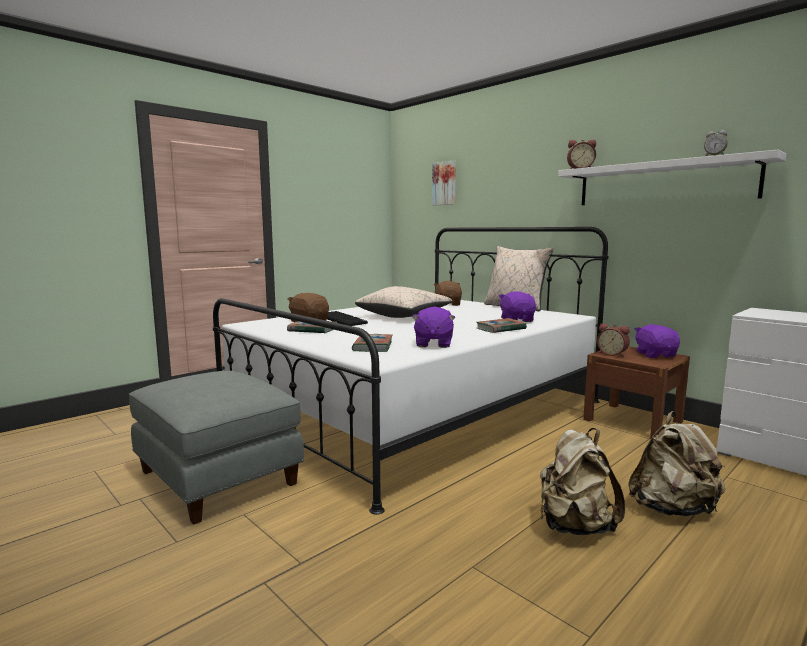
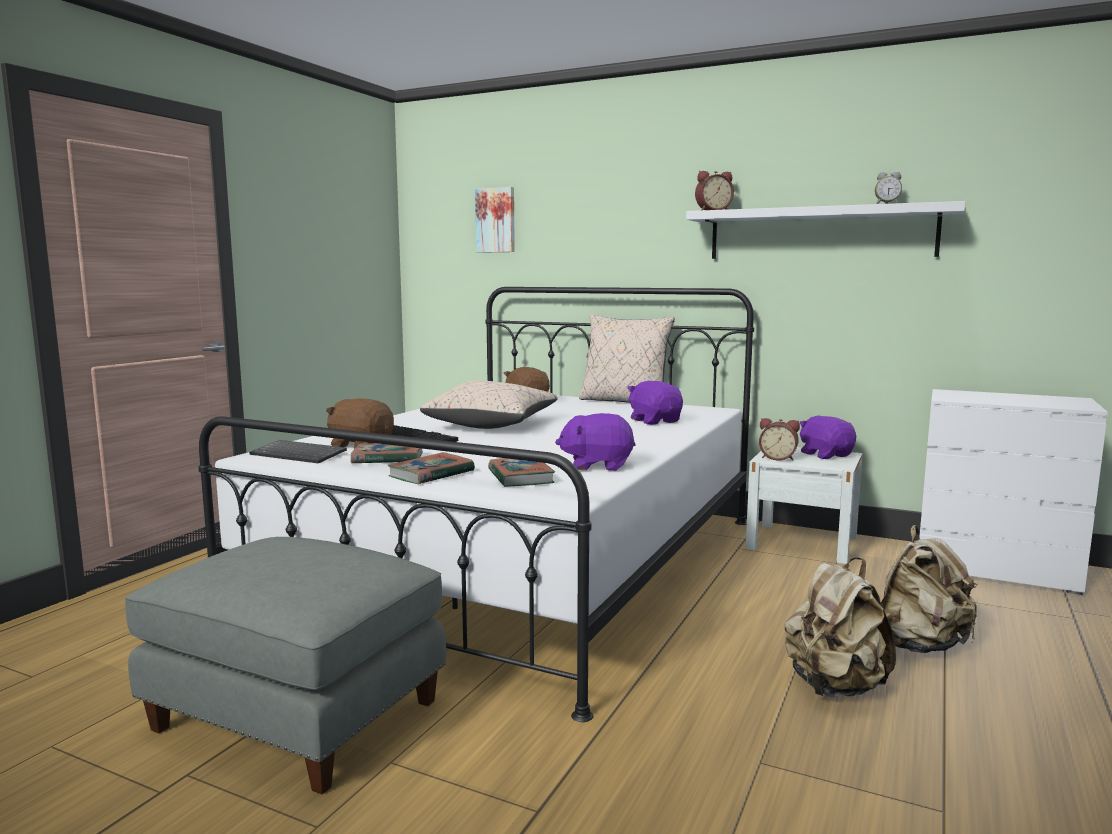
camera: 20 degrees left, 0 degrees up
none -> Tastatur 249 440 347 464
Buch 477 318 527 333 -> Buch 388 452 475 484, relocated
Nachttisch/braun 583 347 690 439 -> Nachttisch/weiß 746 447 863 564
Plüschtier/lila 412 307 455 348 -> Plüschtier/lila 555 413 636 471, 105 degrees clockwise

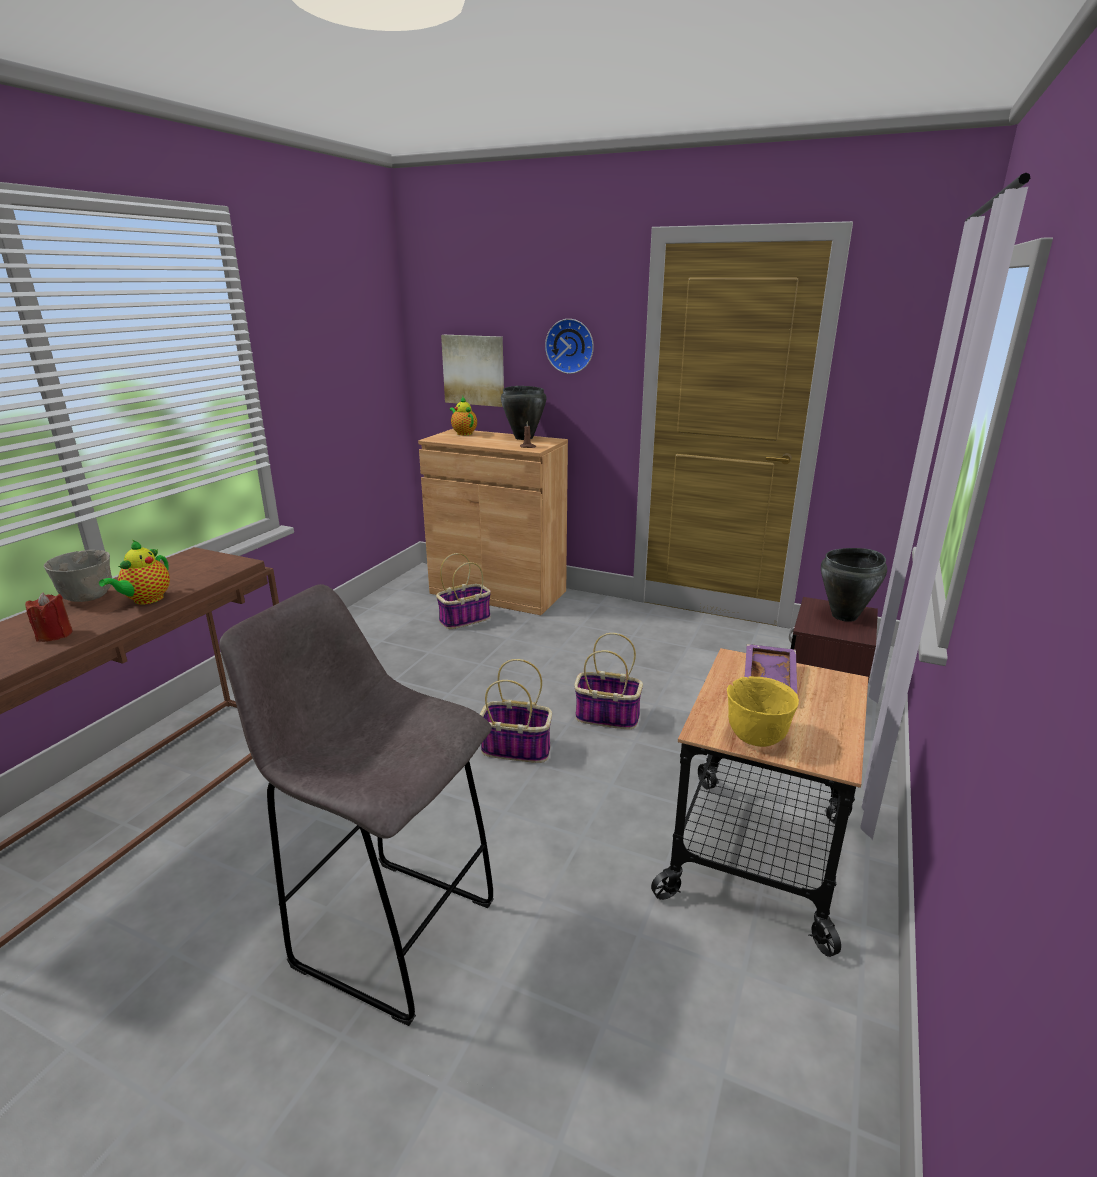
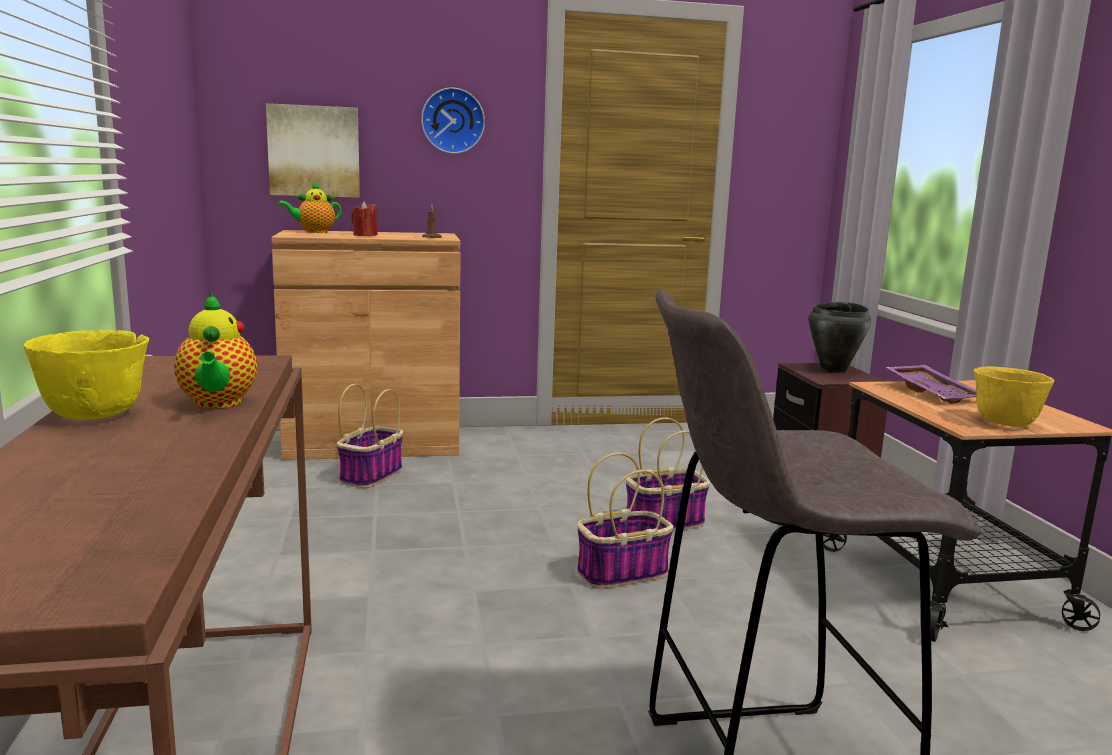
camera: 35 degrees left, 10 degrees down
Kochtopf/schwarz 501 386 546 440 -> none
Kerze/rot 25 592 73 642 -> Kerze/rot 351 202 377 236, relocated
Schüssel/grau 44 550 112 602 -> Schüssel/gelb 23 330 149 420
Teekanne 450 396 477 435 -> Teekanne 278 181 342 233, 45 degrees counterclockwise

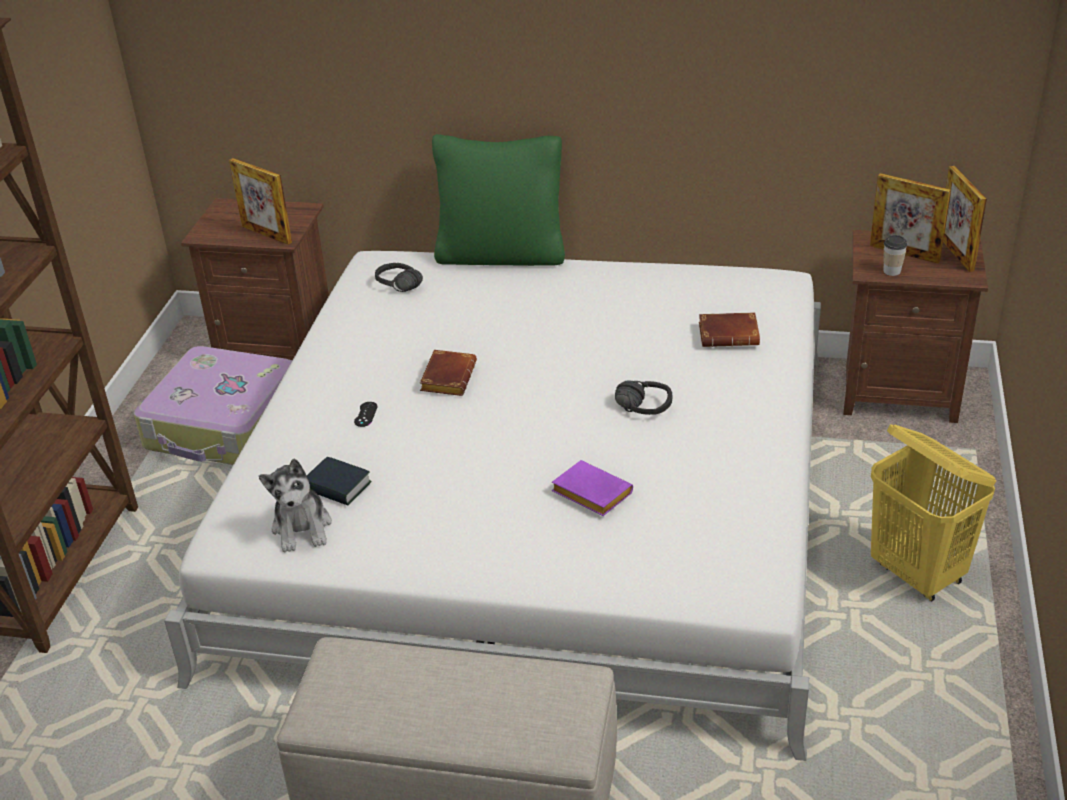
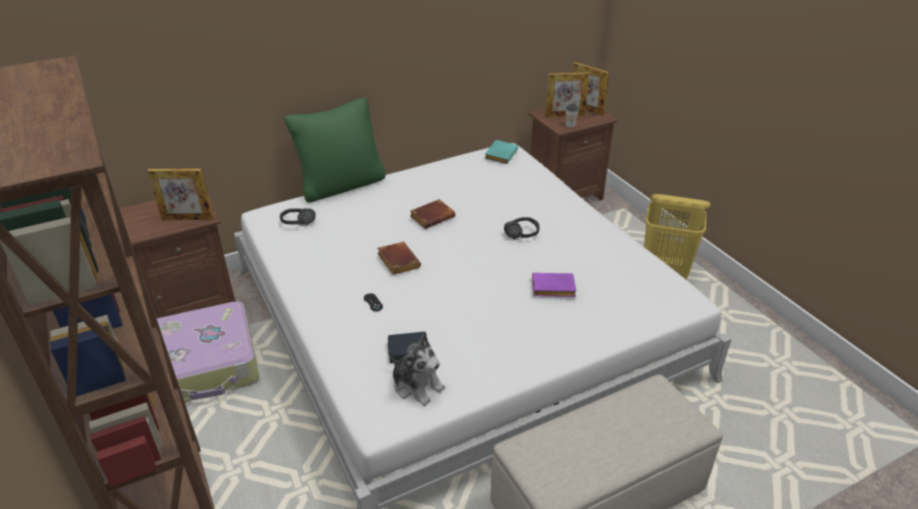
camera: 40 degrees left, 0 degrees up
none -> Buch/türkis 484 140 518 164
Buch/braun 699 312 760 347 -> Buch/braun 410 199 455 229, relocated

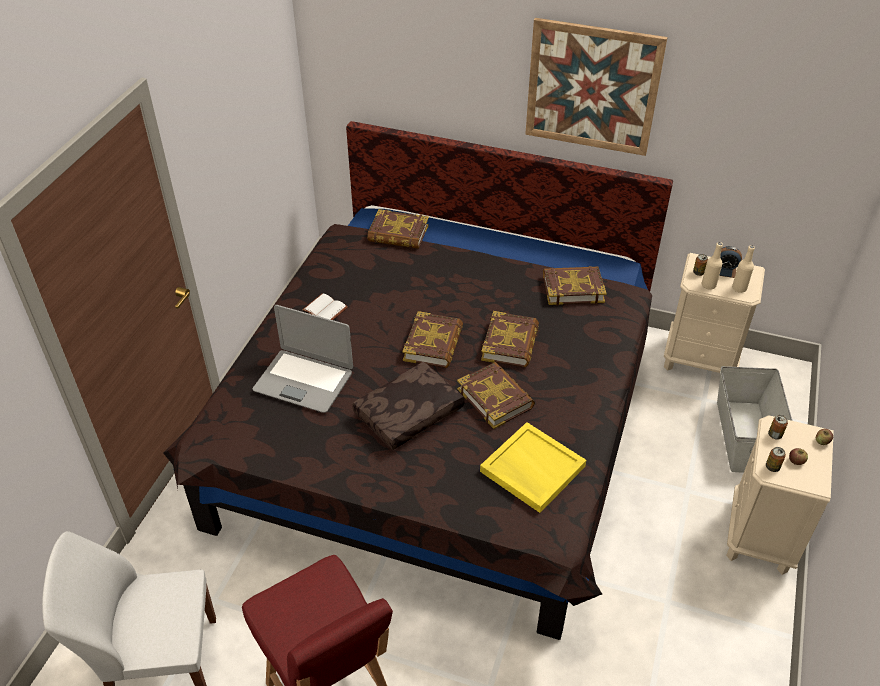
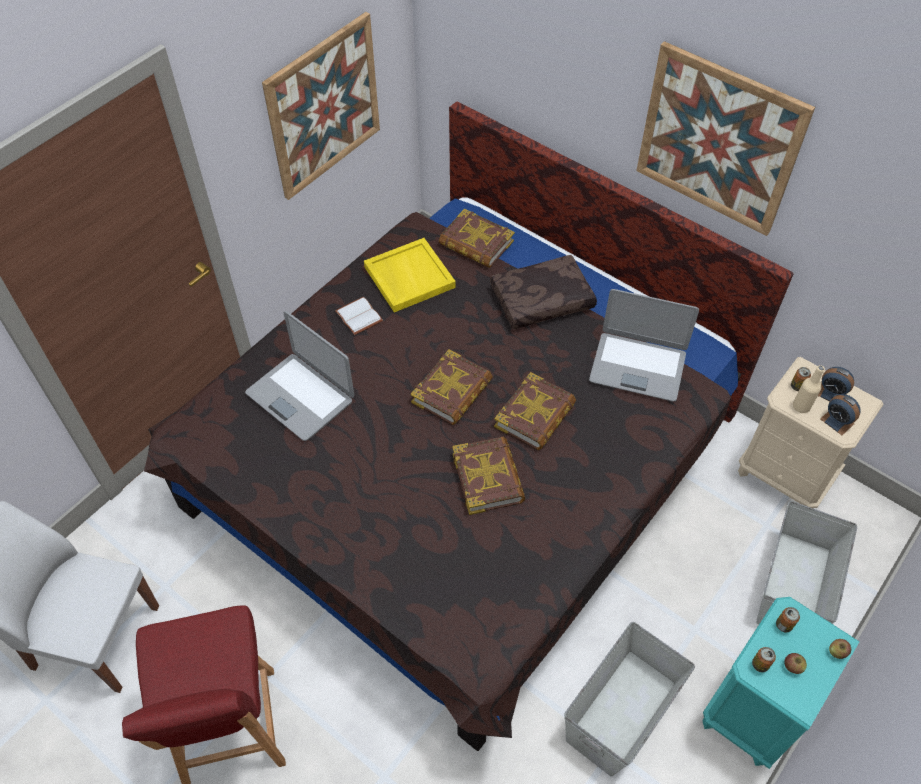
camera: 20 degrees right, 10 degrees up
none -> Bild 262 12 380 200
none -> Aufbewahrungsbox/grau 564 622 695 777
Kissen/braun 352 362 465 450 -> Kissen/braun 490 255 597 329, relocated
Tablett/gelb 480 422 586 513 -> Tablett/gelb 364 238 456 312, relocated
Buch 543 266 607 305 -> Laptop 589 289 699 402
Flasche/beige 732 245 755 293 -> Wecker 820 394 860 435
Nachttisch/beige 726 415 834 575 -> Nachttisch/türkis 702 597 859 769

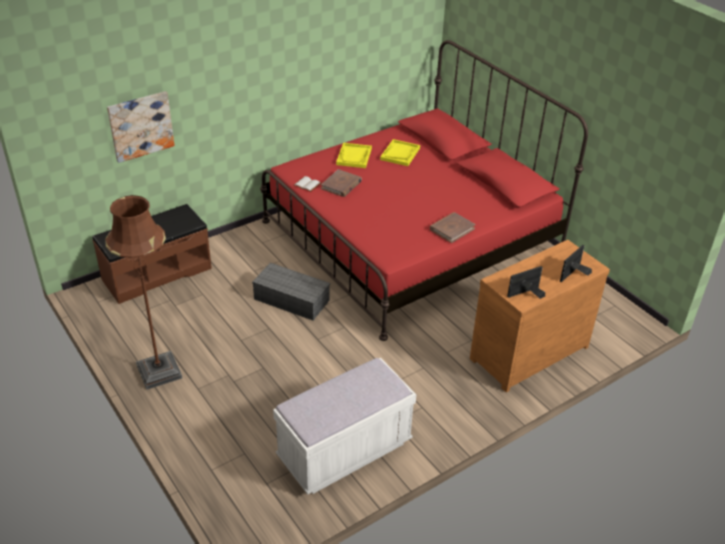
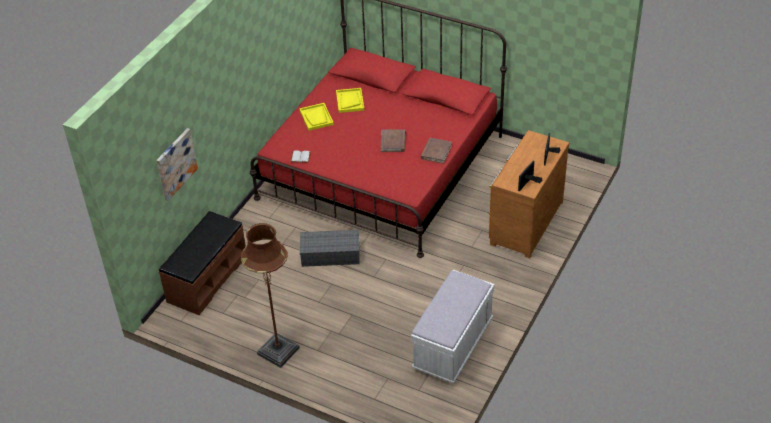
camera: 25 degrees left, 5 degrees up
Buch/braun 321 169 362 197 -> Buch/braun 381 130 406 152, relocated

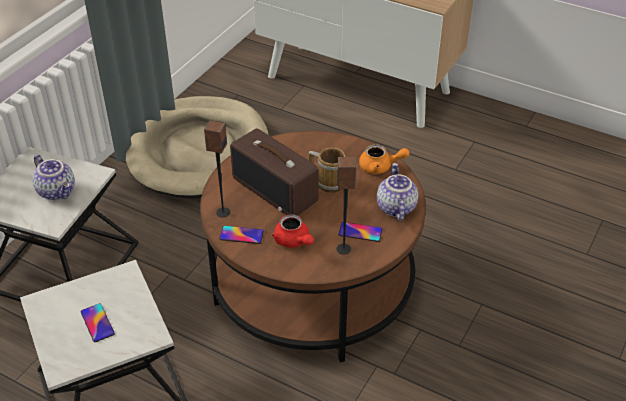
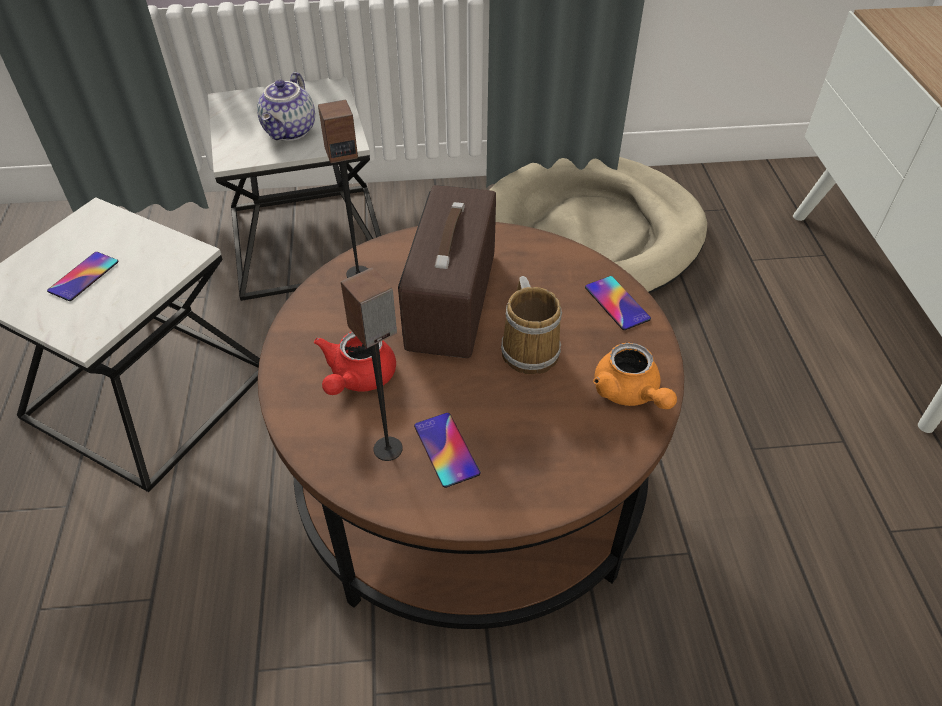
camera: 55 degrees right, 5 degrees up
Teekanne 377 163 418 221 -> none
Handy 219 226 264 244 -> Handy 585 276 651 330, relocated

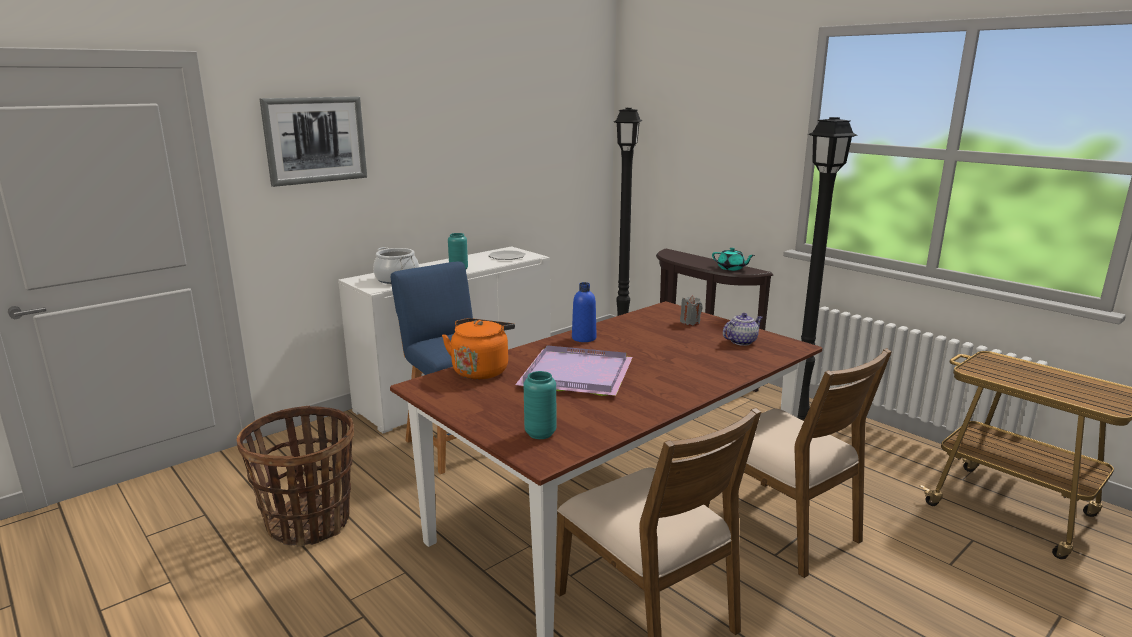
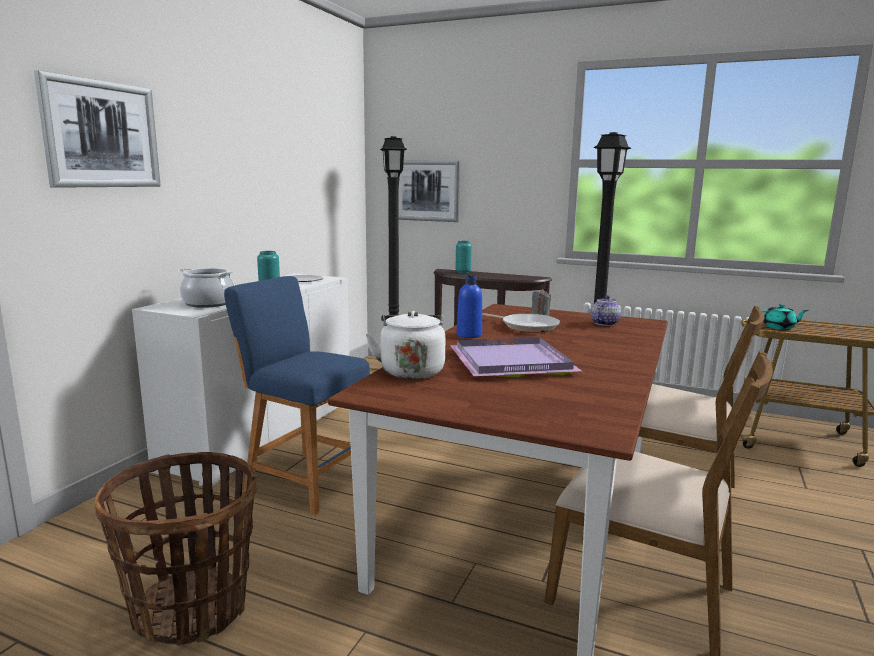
camera: 25 degrees left, 5 degrees down
none -> Bild 398 160 460 222
none -> Pfanne 482 313 560 332
Vase/türkis 524 371 556 439 -> Vase/türkis 455 241 472 273, relocated
Teekanne/türkis 712 248 755 271 -> Teekanne/türkis 761 304 808 330, relocated
Wasserkessel/orange 442 318 515 380 -> Wasserkessel/weiß 365 311 446 379

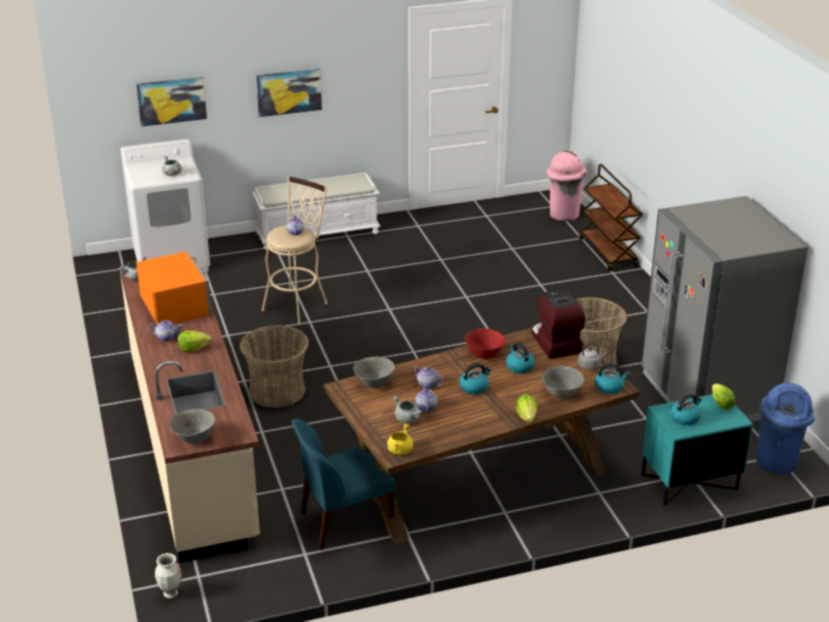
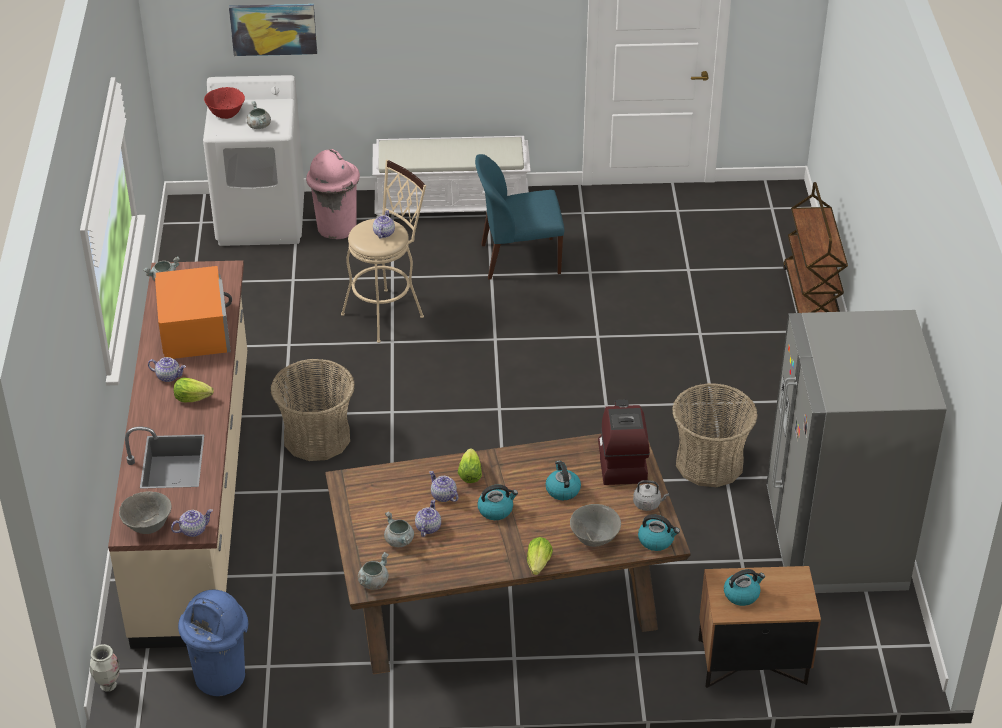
camera: 15 degrees right, 10 degrees up
Bild 256 68 322 117 -> none
Schüssel/grau 353 357 395 388 -> none
none -> Teekanne 171 509 213 537
Stuhl/blau 292 419 396 550 -> Stuhl/blau 475 154 564 280, relocated
Schüssel/rot 465 328 505 359 -> Schüssel/rot 204 87 245 119, relocated
Mülleimer/rosa 547 151 587 221 -> Mülleimer/rosa 306 149 360 240, relocated
Salatkopf 712 383 735 409 -> Salatkopf 458 448 482 483, relocated
Mülleimer/blau 756 383 815 474 -> Mülleimer/blau 178 590 248 697, relocated
Kochtopf/gelb 387 424 413 455 -> Kochtopf/grau 358 552 389 590
Nachttisch/türkis 642 394 753 506 -> Nachttisch/braun 698 566 821 688

